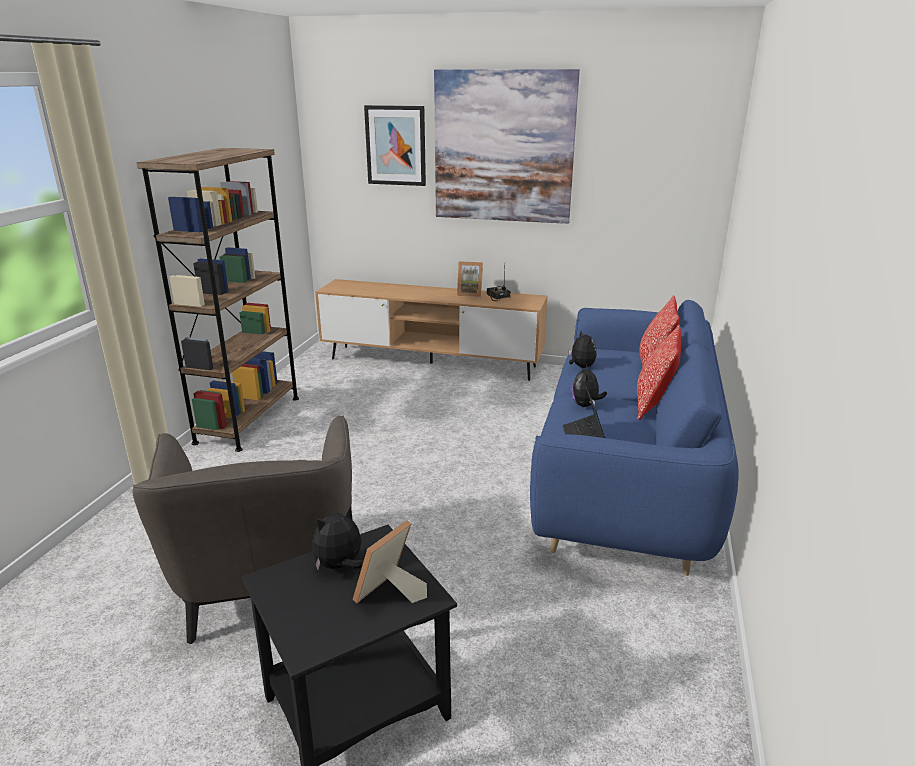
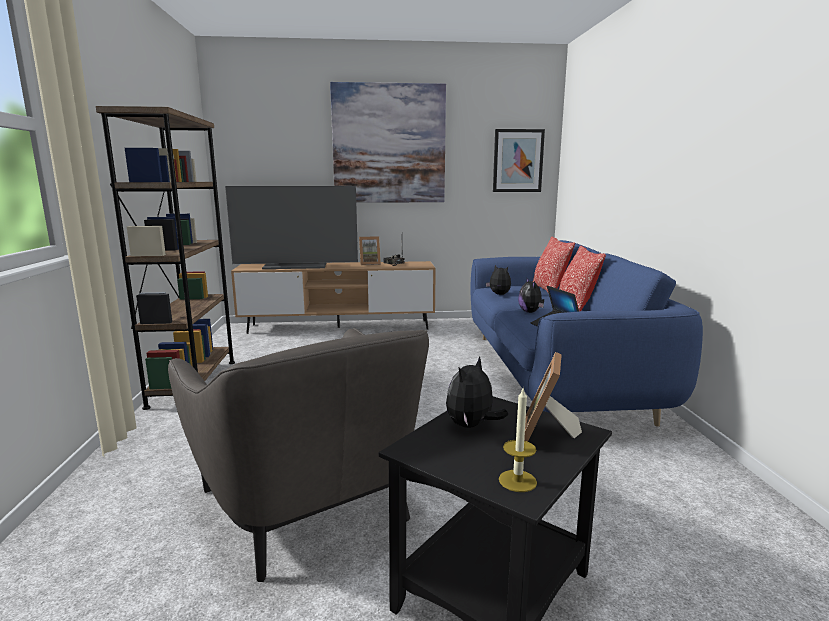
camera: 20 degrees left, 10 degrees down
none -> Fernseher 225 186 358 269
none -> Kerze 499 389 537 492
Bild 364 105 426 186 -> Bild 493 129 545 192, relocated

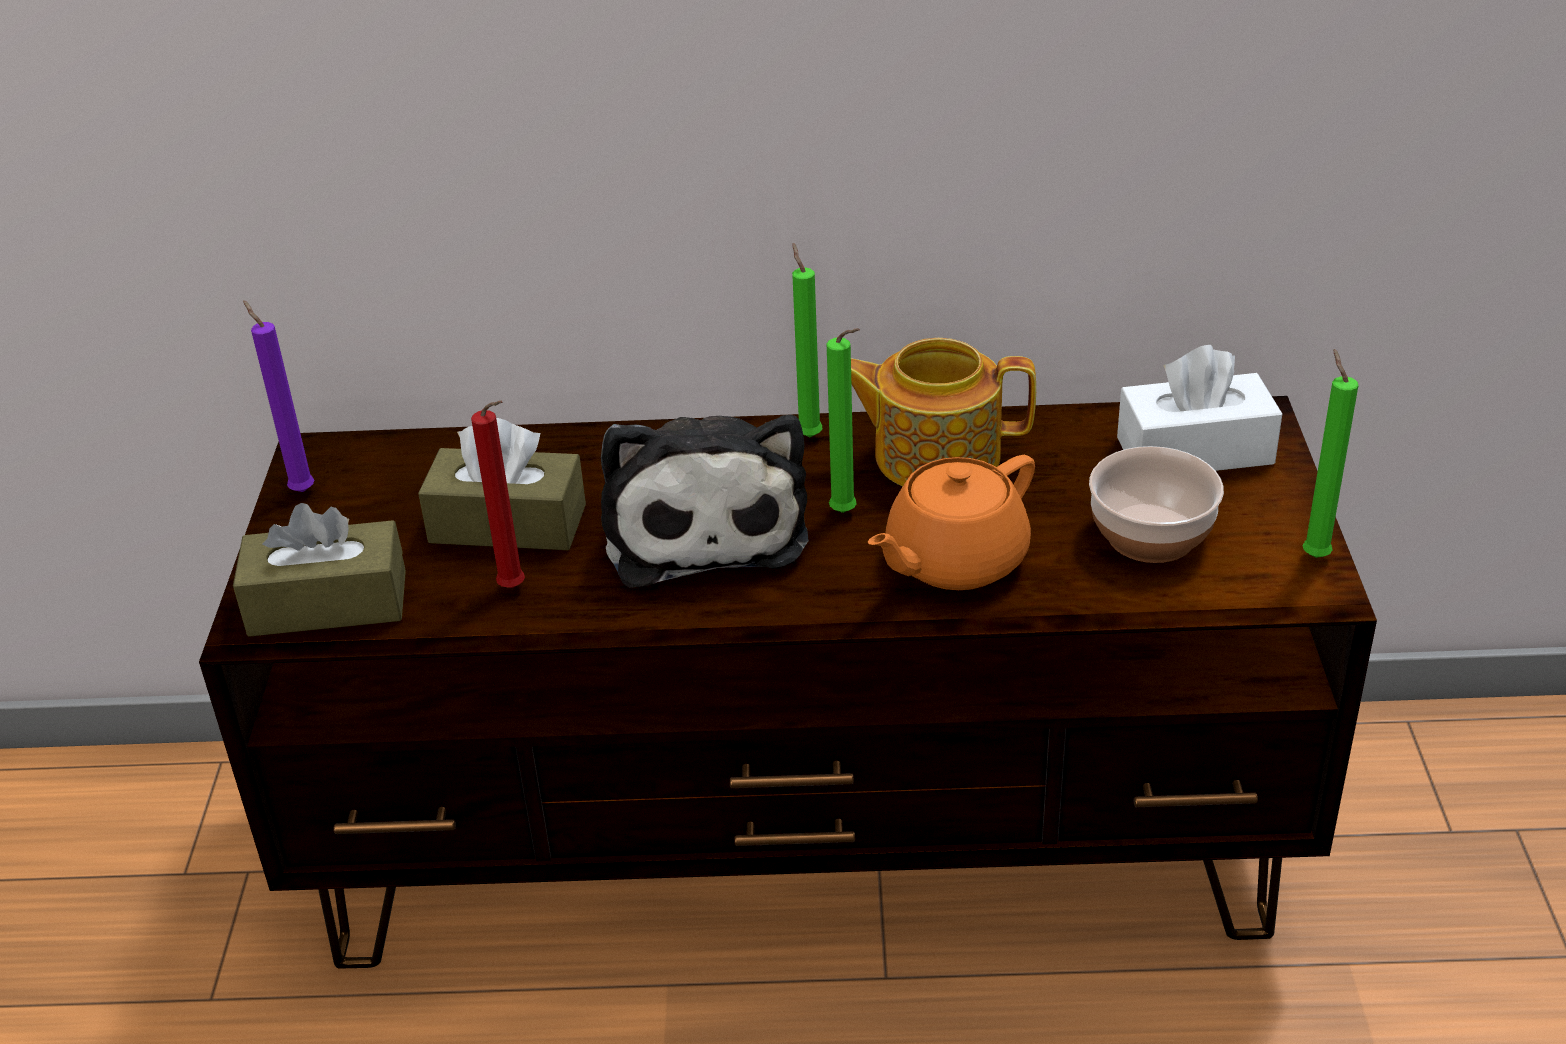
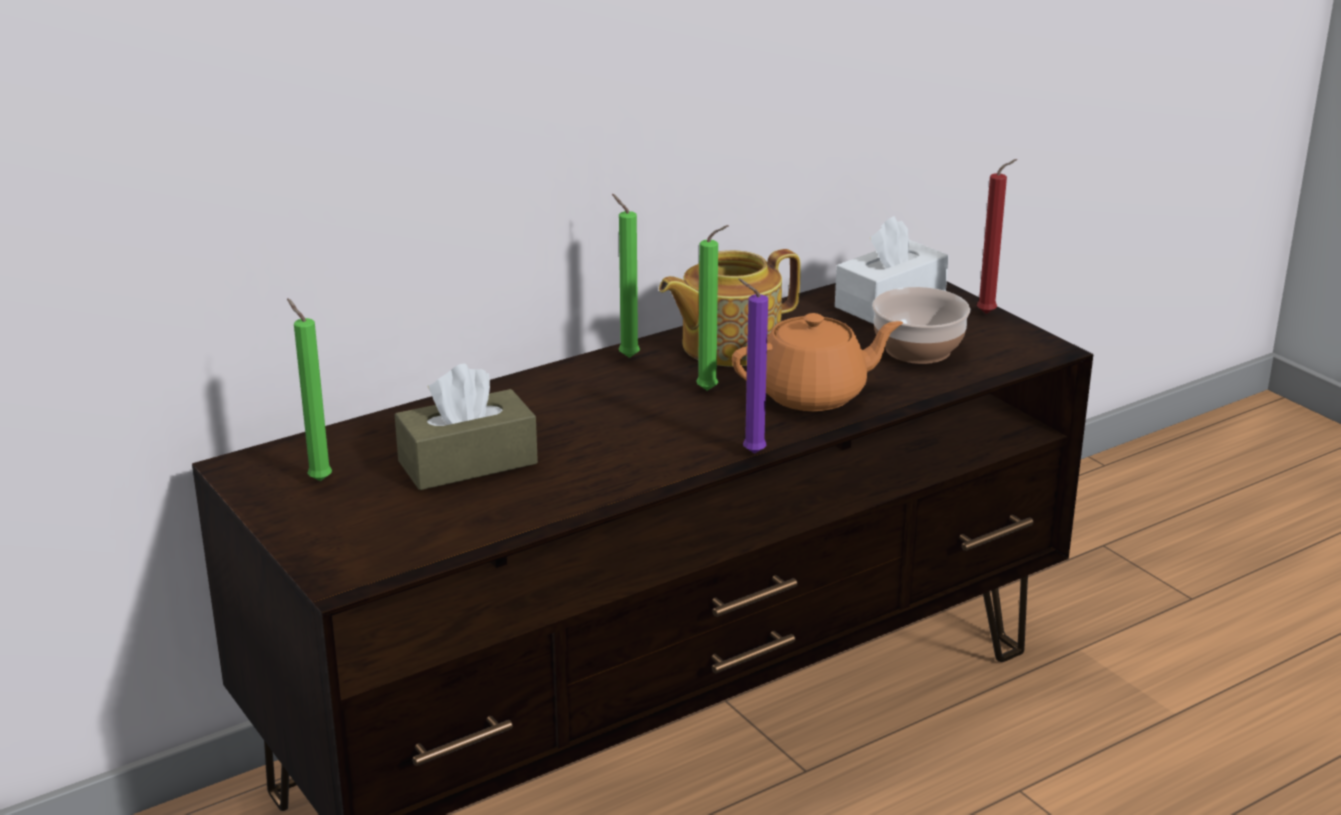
camera: 35 degrees left, 10 degrees down
Taschentuchbox/braun 233 503 406 637 -> none
Plüschtier 601 415 809 588 -> none
Kerze/lila 243 300 314 492 -> Kerze/lila 738 278 768 454, relocated
Kerze/rot 471 400 525 588 -> Kerze/rot 977 159 1017 314, relocated
Kerze/grün 1303 349 1359 558 -> Kerze/grün 287 298 332 481, relocated
Teekanne/orange 868 455 1035 590 -> Teekanne/orange 732 313 903 411, 120 degrees counterclockwise

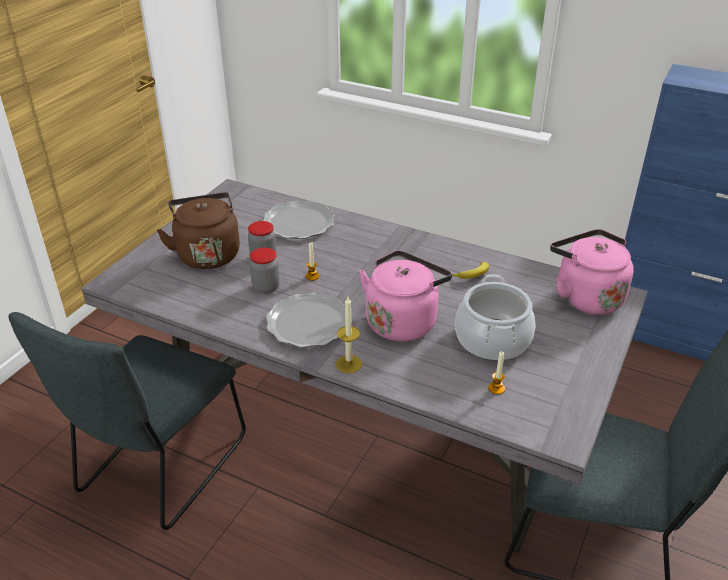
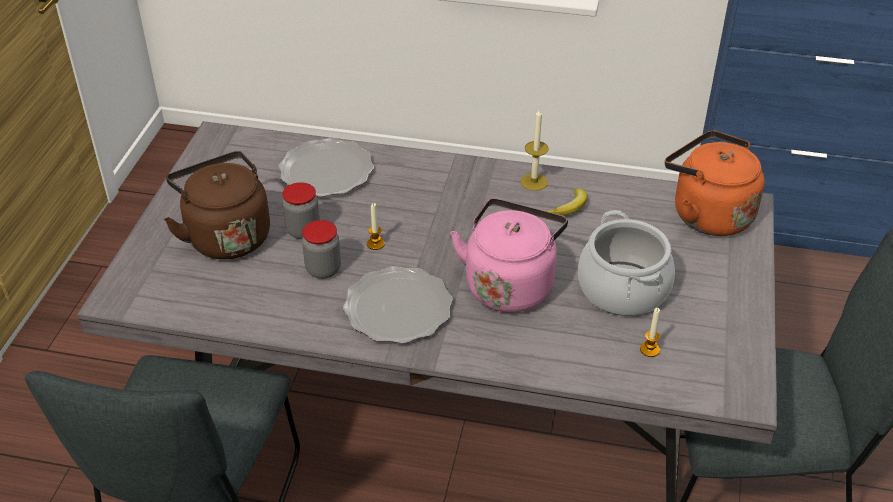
camera: 15 degrees left, 5 degrees up
Kerze 336 297 362 373 -> Kerze 521 108 549 191, relocated
Wasserkessel/rosa 550 229 634 315 -> Wasserkessel/orange 665 131 765 236

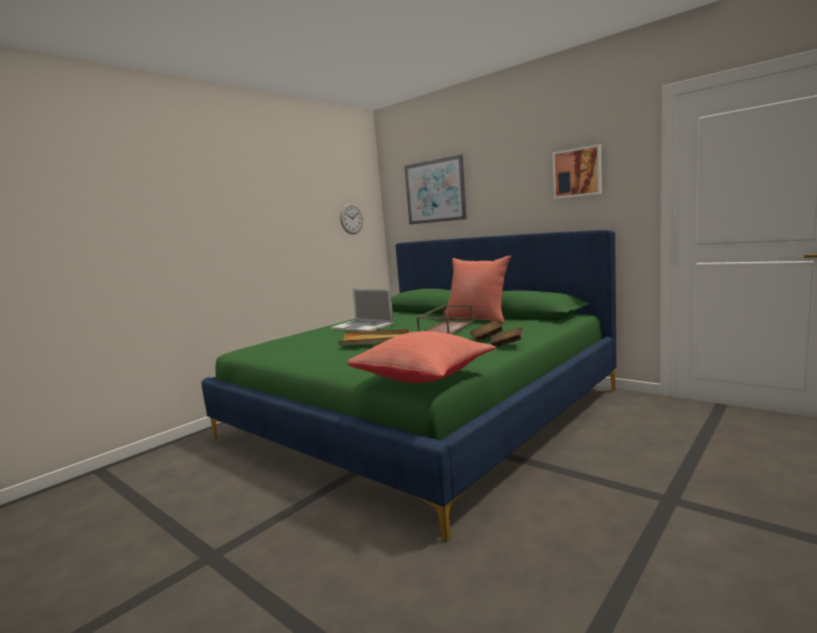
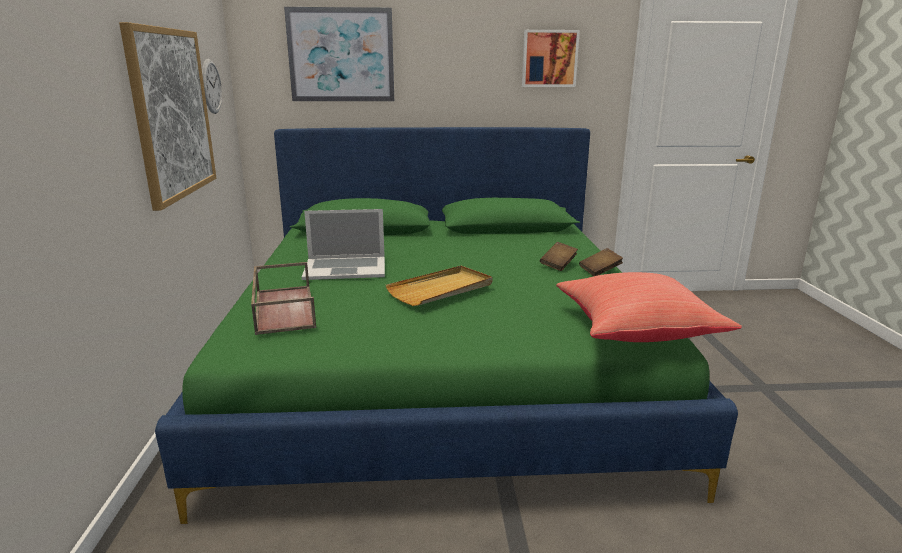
camera: 45 degrees left, 10 degrees up
Kissen/rot 442 256 512 323 -> none
none -> Bild 119 22 216 211
Tablett/braun 416 305 473 334 -> Tablett/braun 251 262 316 335, relocated

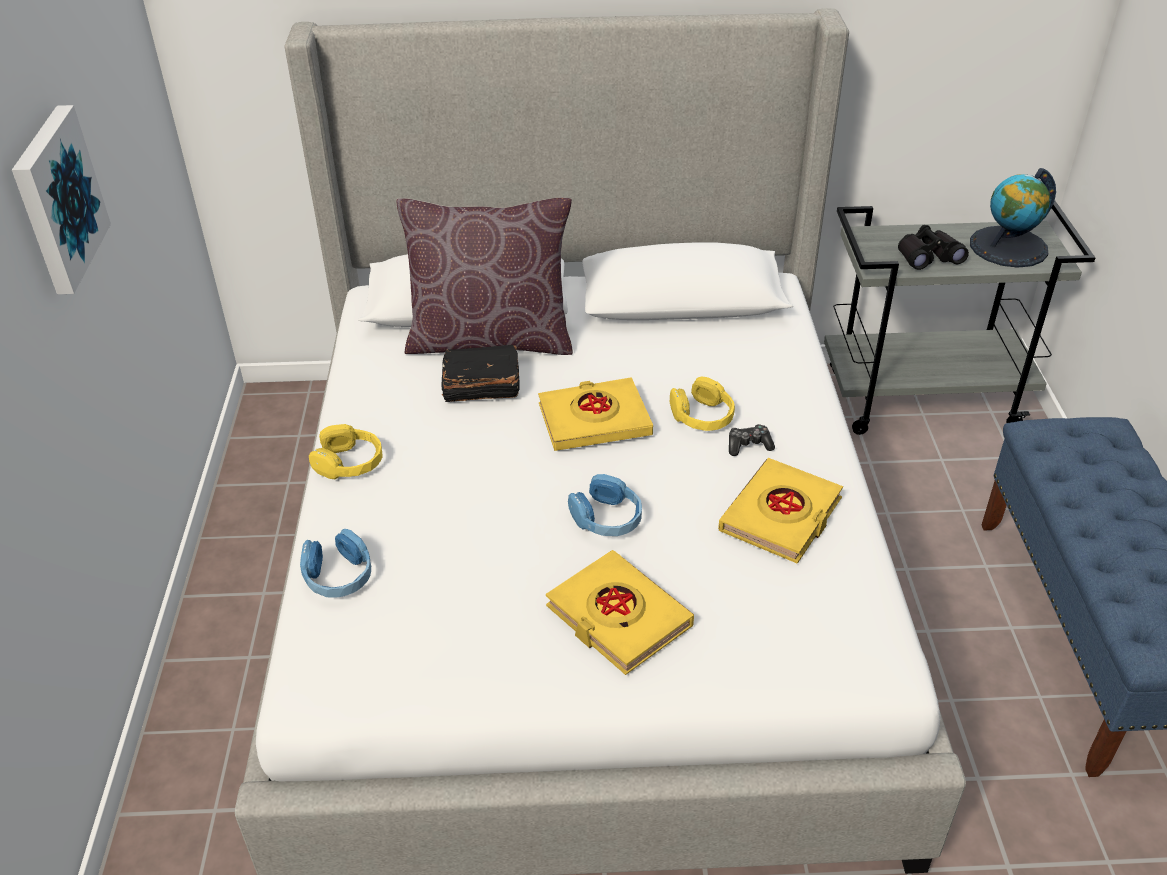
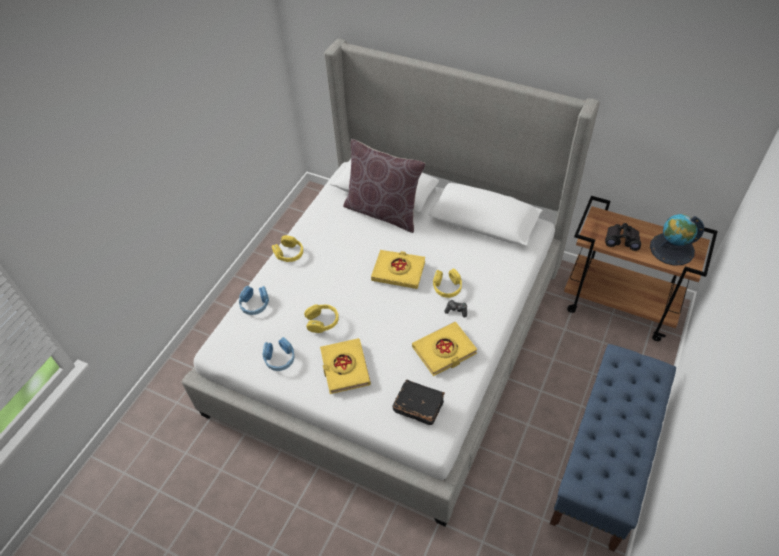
camera: 30 degrees right, 10 degrees up
Bild 12 105 111 294 -> none
none -> Kopfhörer/gelb 304 304 339 333
Buch/schwarz 442 345 520 402 -> Buch/schwarz 393 380 445 425, relocated
Kopfhörer/blau 568 474 642 536 -> Kopfhörer/blau 263 337 294 371, relocated
Rollwagen/grau 824 201 1095 435 -> Rollwagen/braun 564 196 718 341

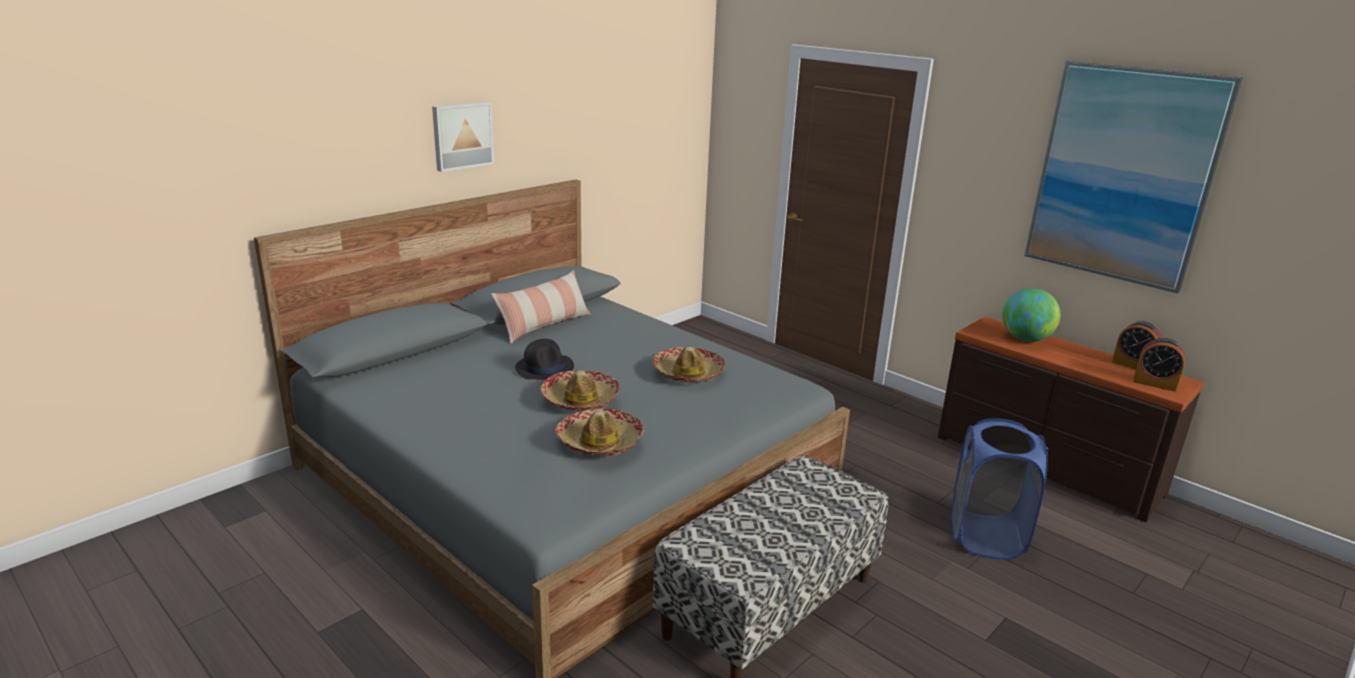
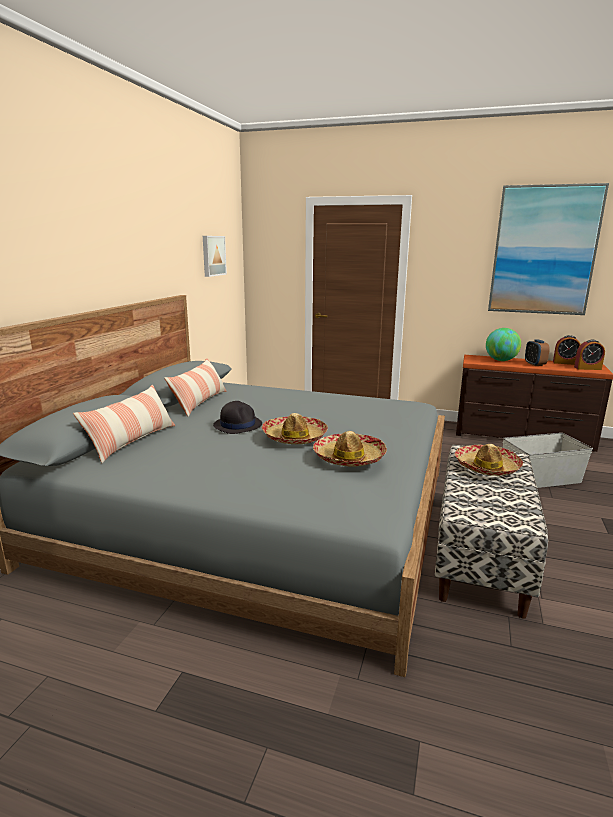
camera: 25 degrees left, 5 degrees down
none -> Kissen 73 385 176 463
none -> Wecker 525 339 550 366
Bild 432 102 494 172 -> Bild 203 236 227 277, relocated
Hut 652 347 726 382 -> Hut 455 444 523 476, relocated
Wäschekorb/blau 952 418 1048 560 -> Aufbewahrungsbox/grau 502 433 593 488

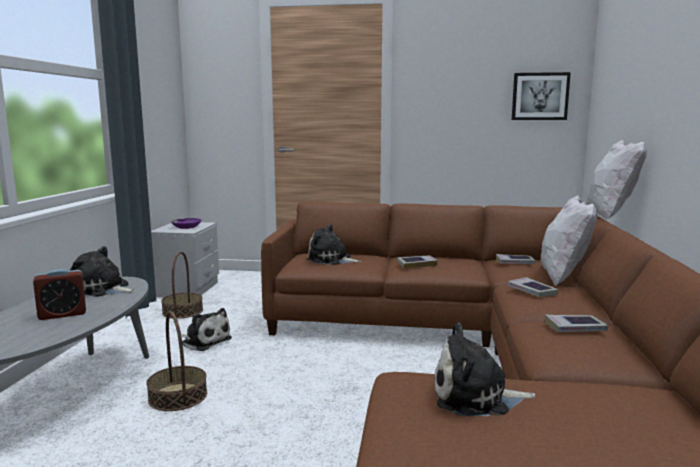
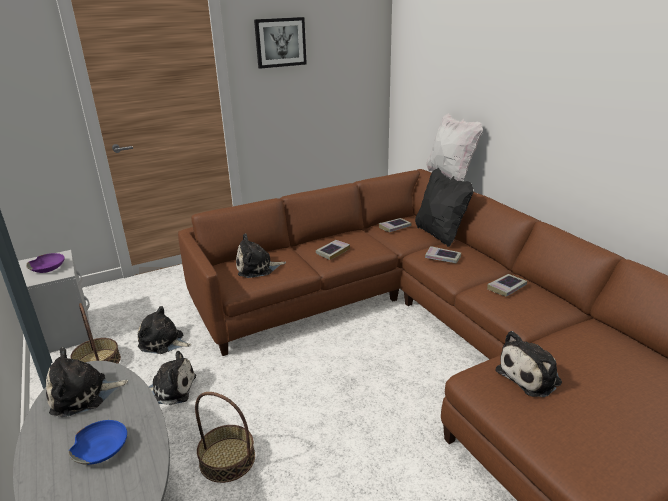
camera: 35 degrees left, 15 degrees up
none -> Plüschtier 137 306 191 354
Bild 512 72 571 120 -> Bild 254 17 307 69, relocated
Wecker 33 269 86 320 -> Schüssel/blau 68 420 127 465
Kissen/weiß 541 196 597 286 -> Kissen/schwarz 415 168 474 247

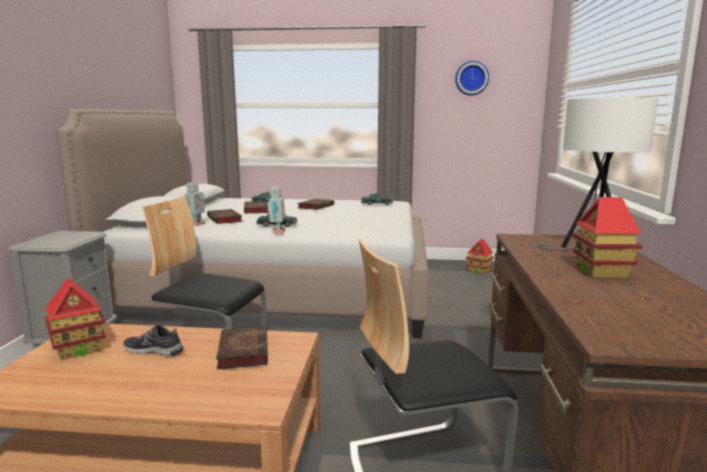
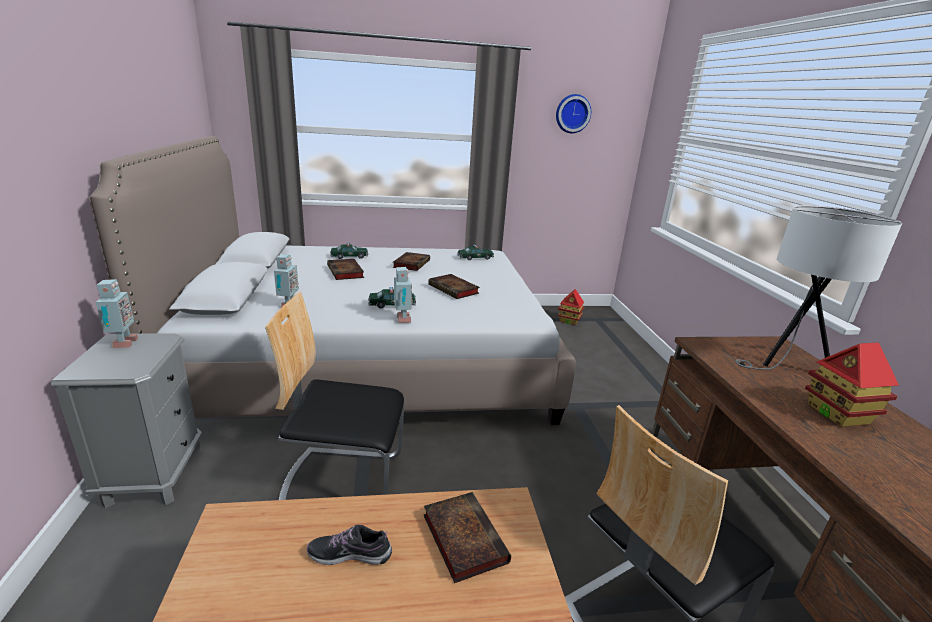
camera: 15 degrees left, 10 degrees up
Spielzeughaus 45 277 106 360 -> none
none -> Spielzeugroboter 96 279 138 348
Buch 207 209 243 224 -> Buch 428 274 480 299, relocated

